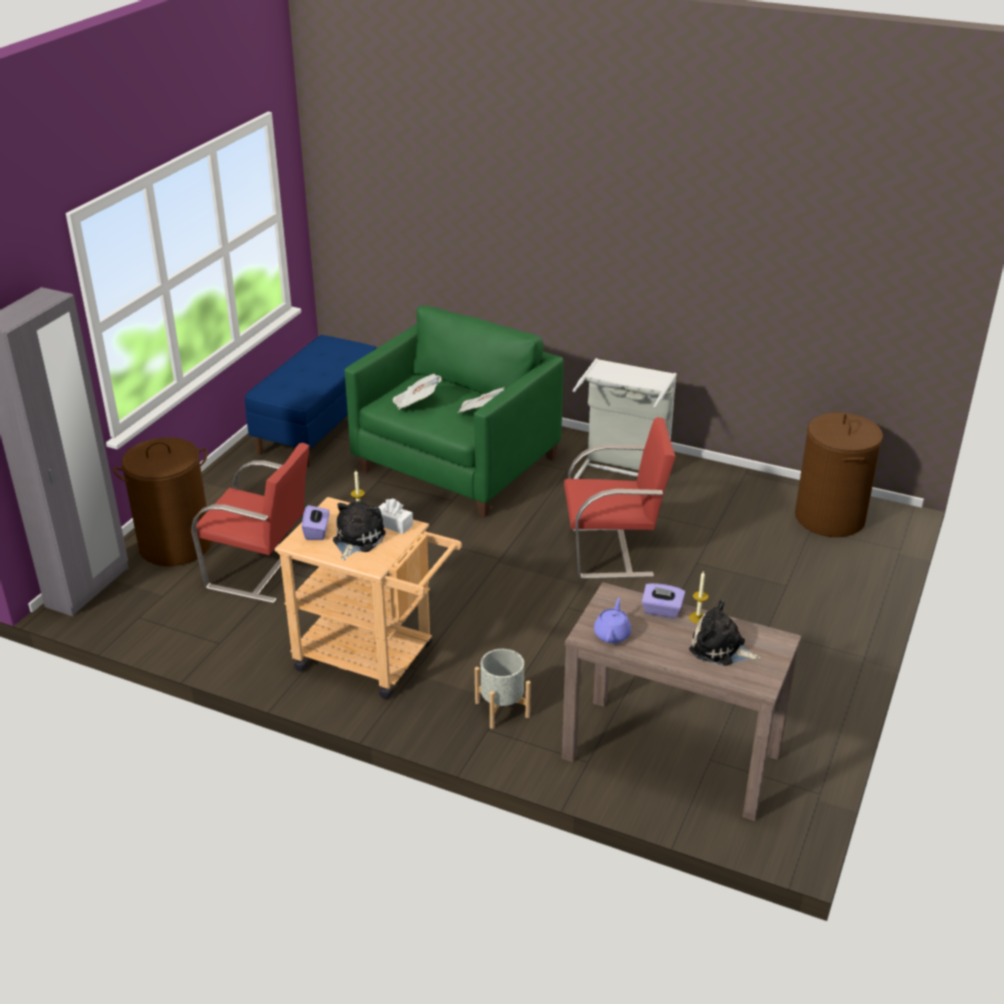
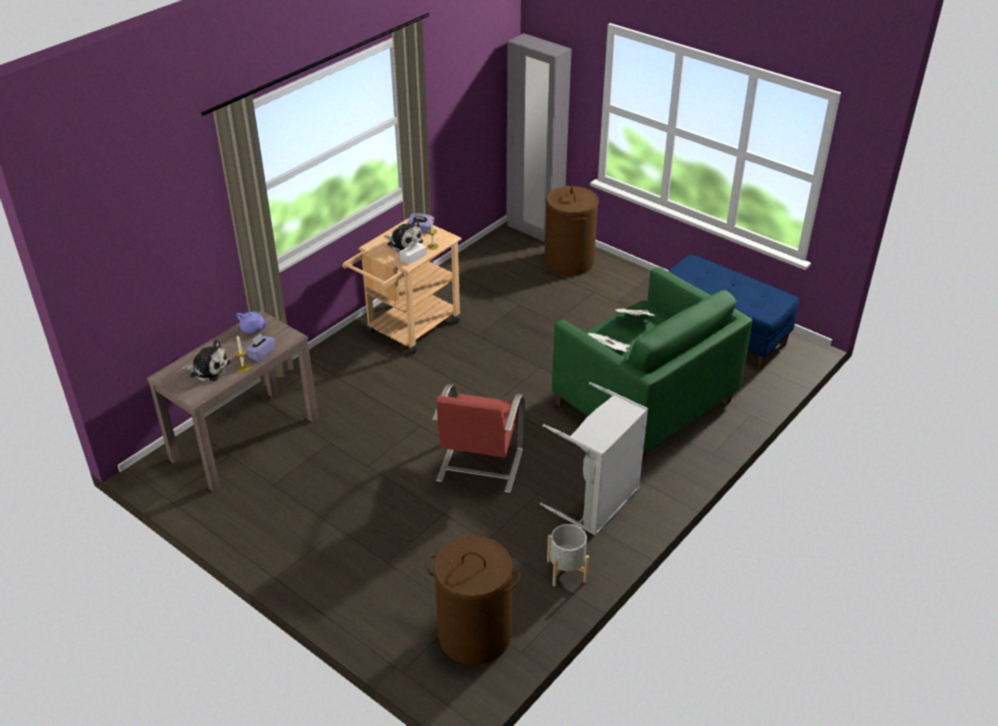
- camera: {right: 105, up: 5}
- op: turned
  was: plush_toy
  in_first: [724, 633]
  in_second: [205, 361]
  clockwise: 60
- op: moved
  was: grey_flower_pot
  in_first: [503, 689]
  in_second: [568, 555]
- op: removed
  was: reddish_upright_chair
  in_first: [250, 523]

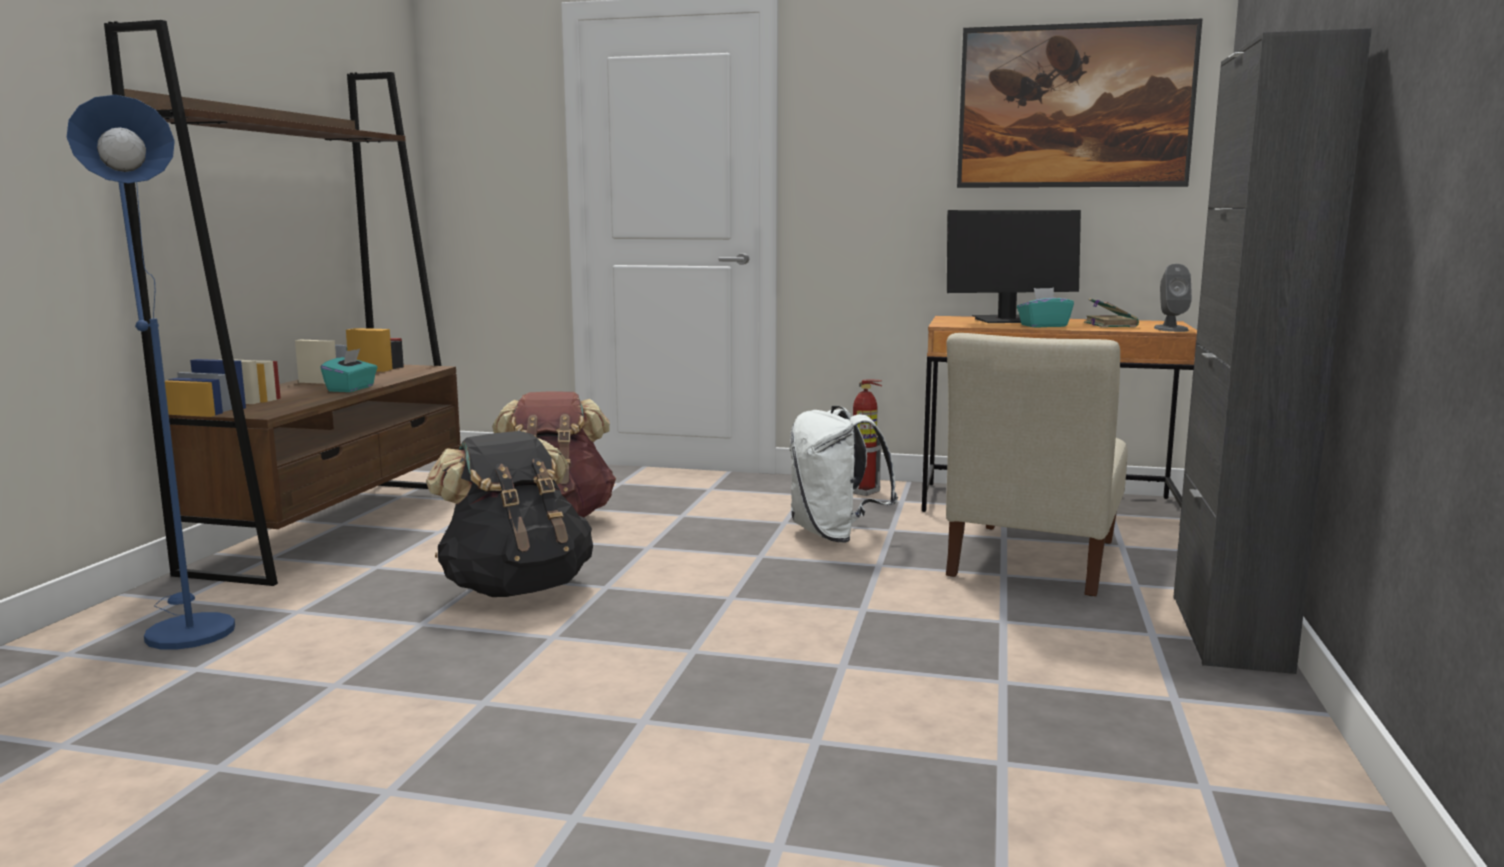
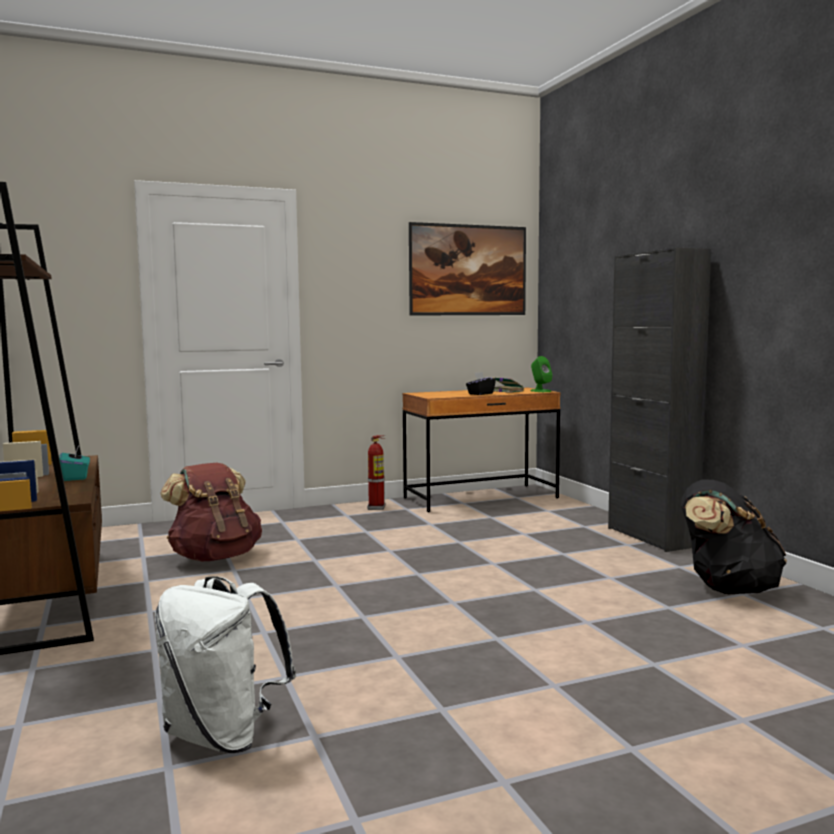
- camera: {right: -35, up: -5}
- op: moved
  was: white_rucksack
  in_first: [843, 474]
  in_second: [225, 664]
- op: recoloured
  was: blue-green_tissue_box
  now: black-coloured_tissue_box
  in_first: [1045, 308]
  in_second: [481, 383]
- op: recoloured
  was: grey_audio_speaker
  now: greenish_audio_speaker
  in_first: [1173, 298]
  in_second: [542, 374]
- op: moved
  was: black-coloured_rucksack
  in_first: [509, 514]
  in_second: [734, 537]
- op: removed
  was: blue-coloured_standing_lamp
  in_first: [151, 372]
- op: removed
  was: sand-coloured_upright_chair
  in_first: [1036, 464]
- op: removed
  was: computer_display
  in_first: [1014, 266]

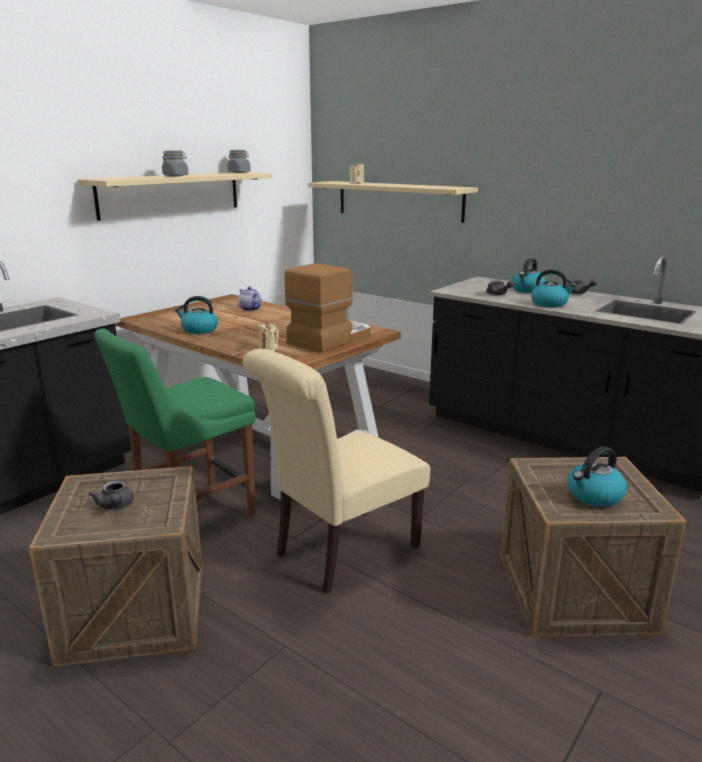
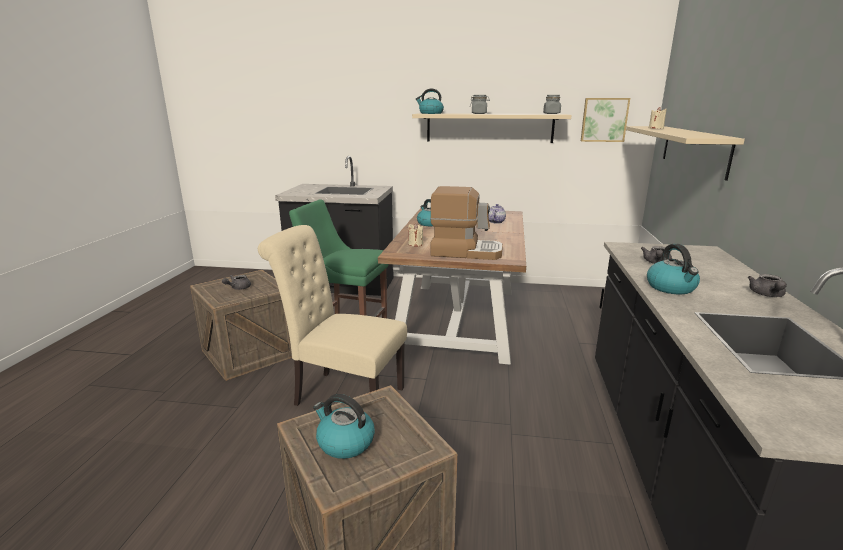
- camera: {right: 60, up: 0}
- op: moved
  was: kettle
  in_first: [529, 275]
  in_second: [430, 101]
- op: added
  now: wall_picture
  in_second: [605, 120]

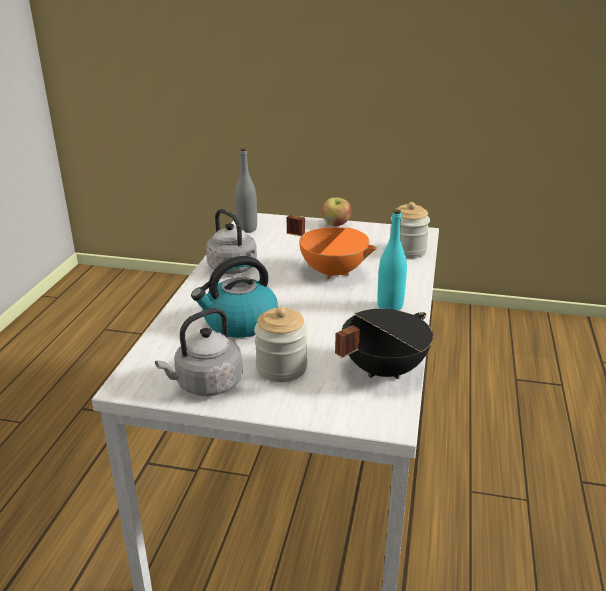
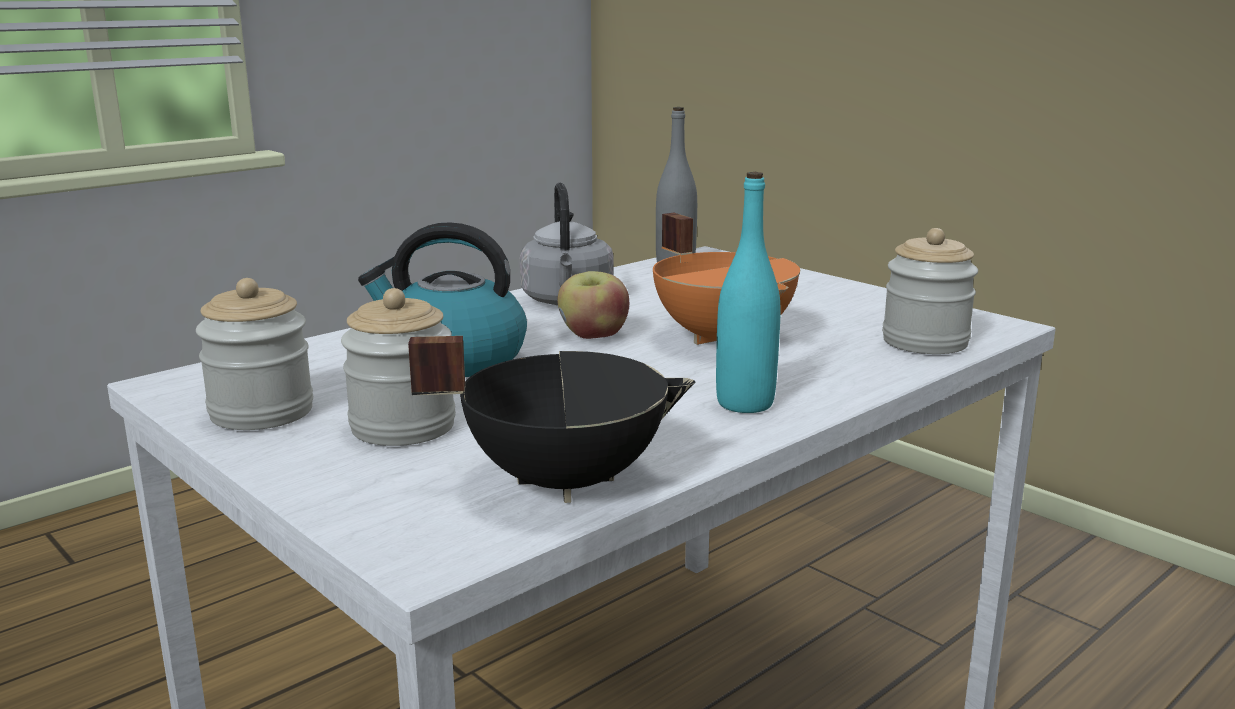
- camera: {right: 35, up: -10}
- op: replaced
  was: grey_kettle
  now: storage_jar
  in_first: [199, 352]
  in_second: [254, 354]
- op: moved
  was: whole_apple
  in_first: [336, 211]
  in_second: [593, 305]

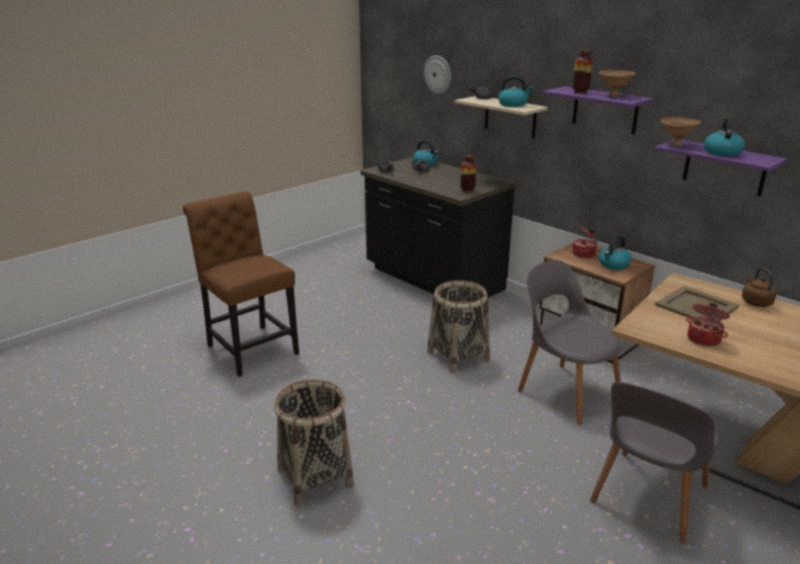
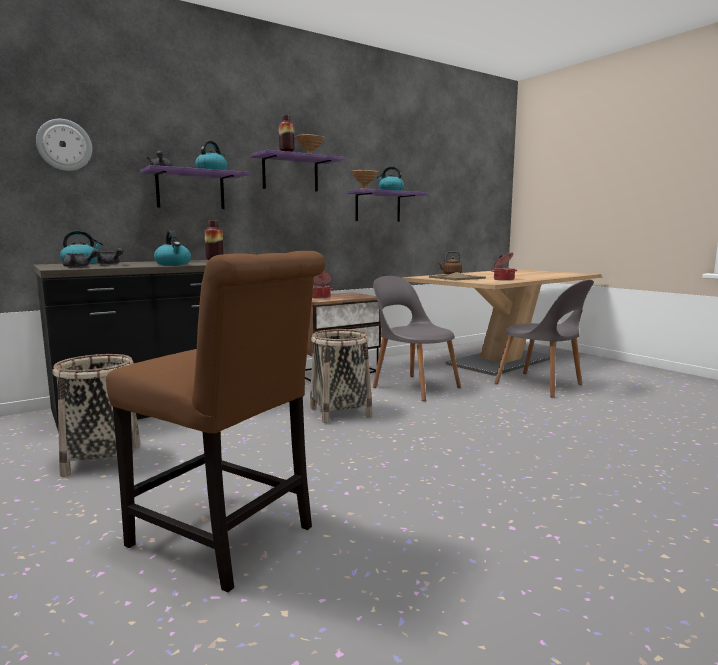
- camera: {right: -80, up: -15}
- op: moved
  was: basket
  in_first: [314, 442]
  in_second: [96, 415]
- op: turned
  was: brown_upright_chair
  in_first: [241, 284]
  in_second: [215, 422]
  clockwise: -120
- op: recoloured
  was: sand-coloured_wall_shelf
  now: purple_wall_shelf
  in_first: [501, 117]
  in_second: [194, 187]
- op: moved
  was: kettle
  in_first: [615, 253]
  in_second: [172, 247]
- op: turned
  was: grey_upright_chair
  in_first: [569, 342]
  in_second: [417, 338]
  clockwise: 75

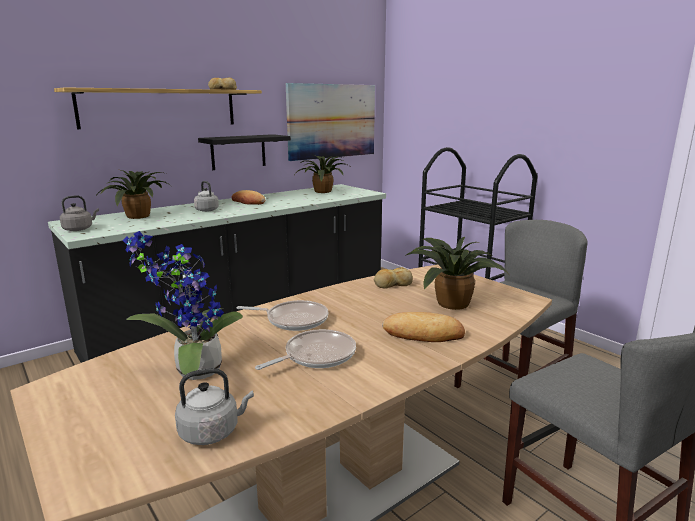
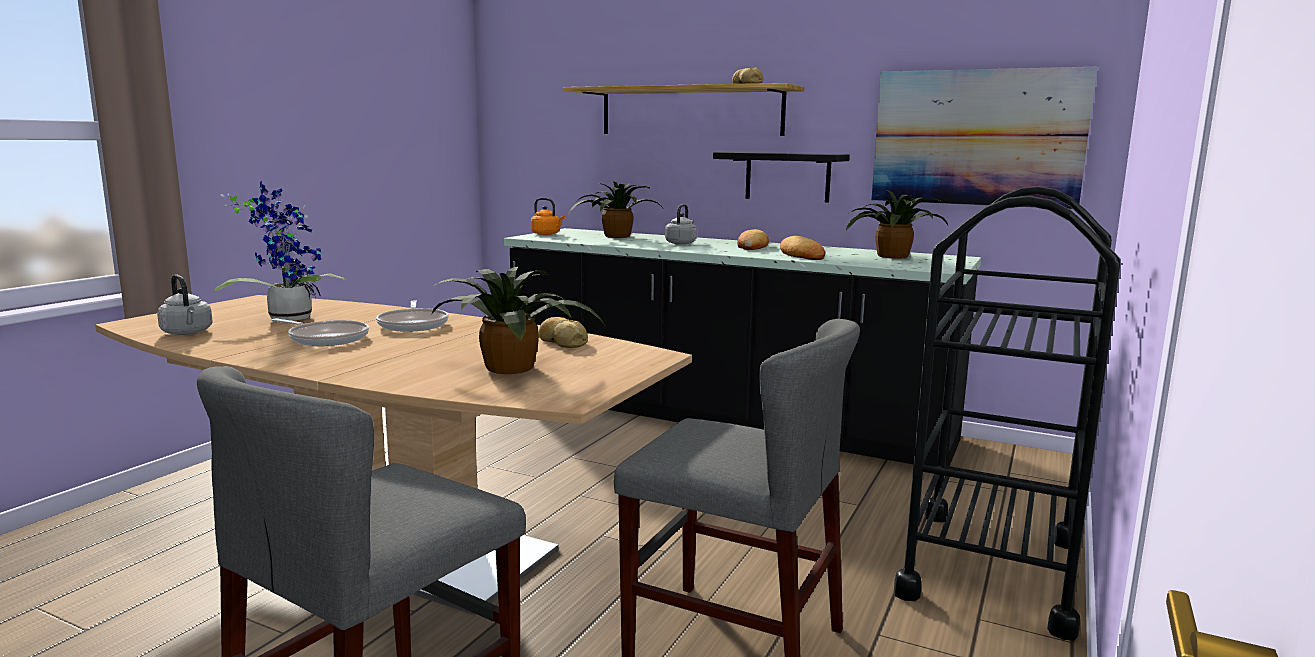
- camera: {right: 65, up: -5}
- op: recoloured
  was: grey_kettle
  now: orange_kettle
  in_first: [79, 213]
  in_second: [548, 216]
- op: moved
  was: bread
  in_first: [423, 327]
  in_second: [802, 248]

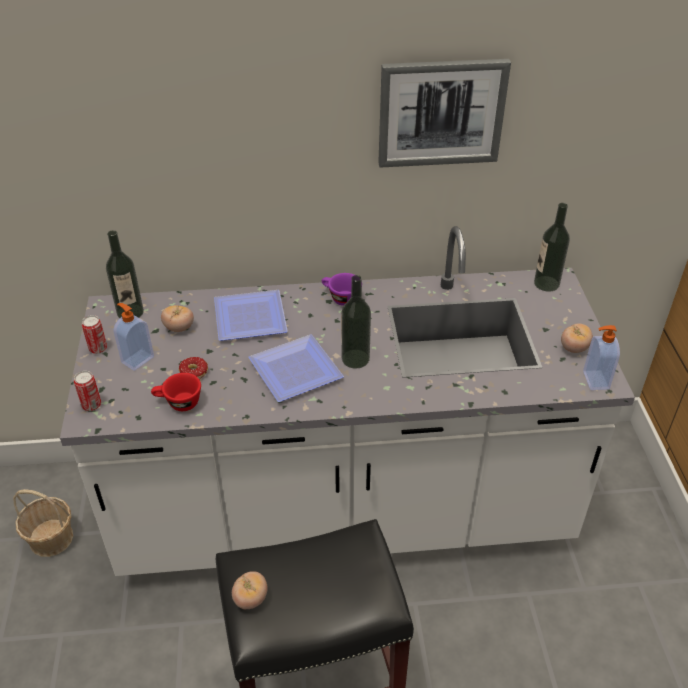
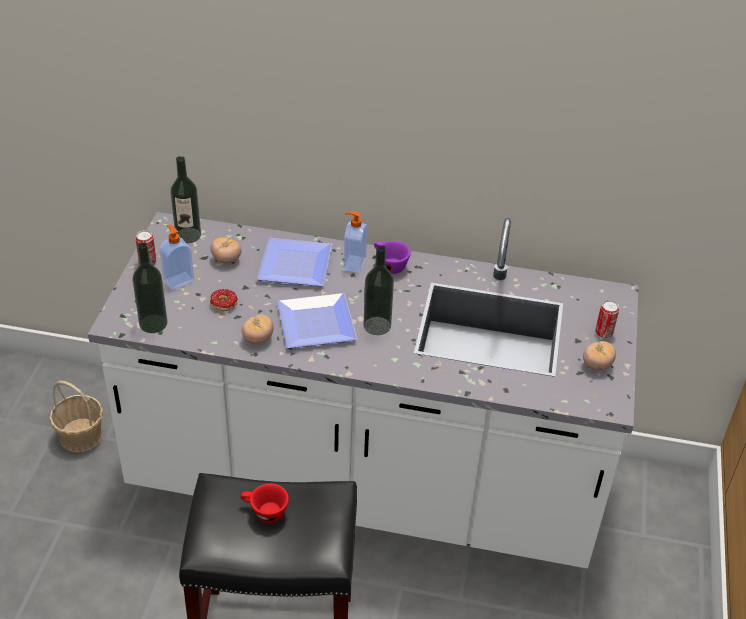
- camera: {right: 15, up: 0}
- op: moved
  was: bottle
  in_first: [552, 247]
  in_second: [149, 287]
- op: moved
  was: reddish_drinking_cup
  in_first: [176, 392]
  in_second: [264, 503]
- op: moved
  was: whole_tomato
  in_first: [250, 590]
  in_second: [258, 329]
- op: moved
  was: soap_bottle
  in_first: [601, 357]
  in_second: [355, 242]
- op: moved
  was: metal_can
  in_first: [87, 391]
  in_second: [607, 319]
- op: removed
  was: wall_picture
  in_first: [445, 113]

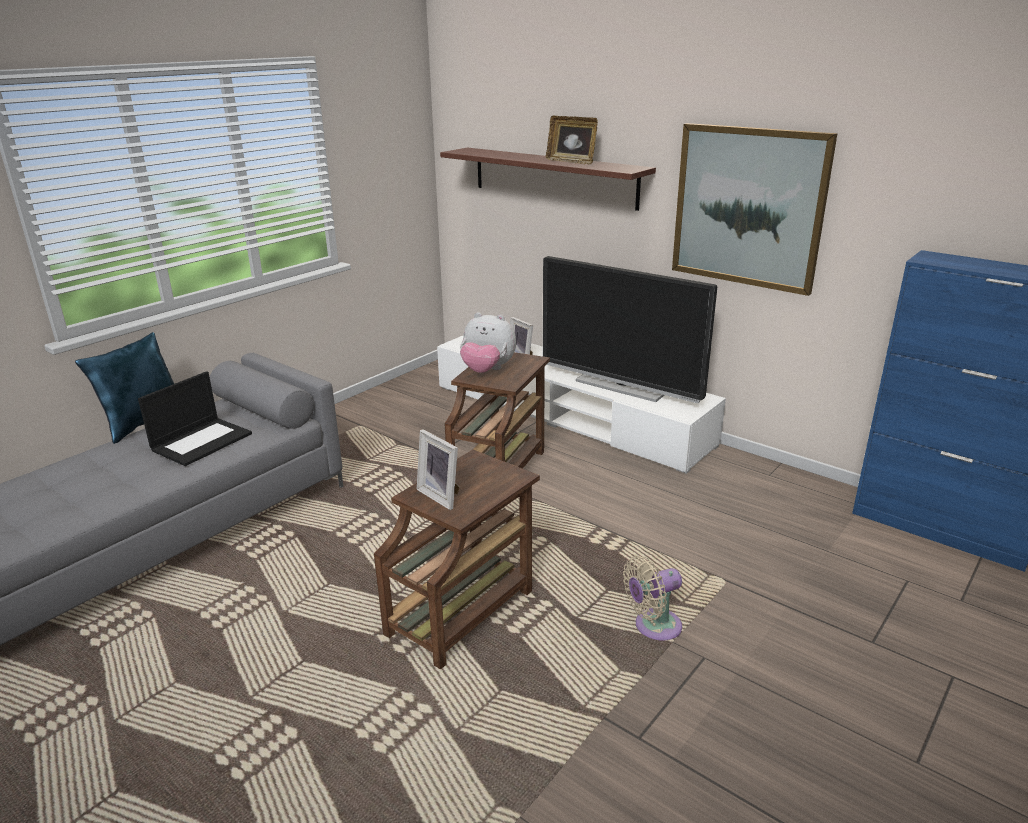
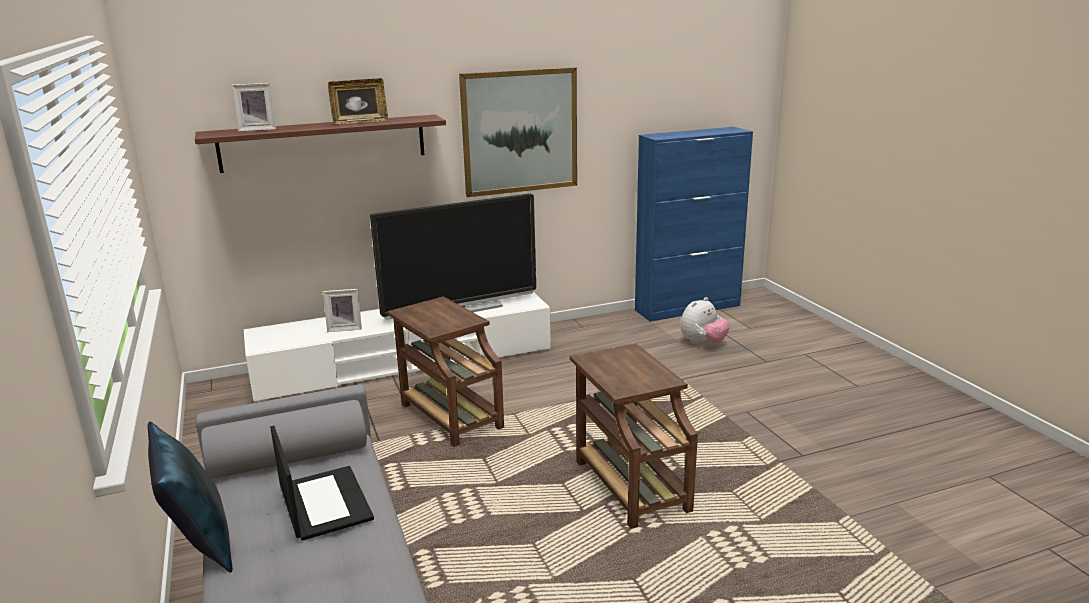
- camera: {right: -60, up: -5}
- op: moved
  was: photo_frame
  in_first: [438, 469]
  in_second: [254, 107]
- op: moved
  was: plush_toy
  in_first: [488, 342]
  in_second: [705, 320]
- op: removed
  was: sand-coloured_electric_fan
  in_first: [652, 598]

